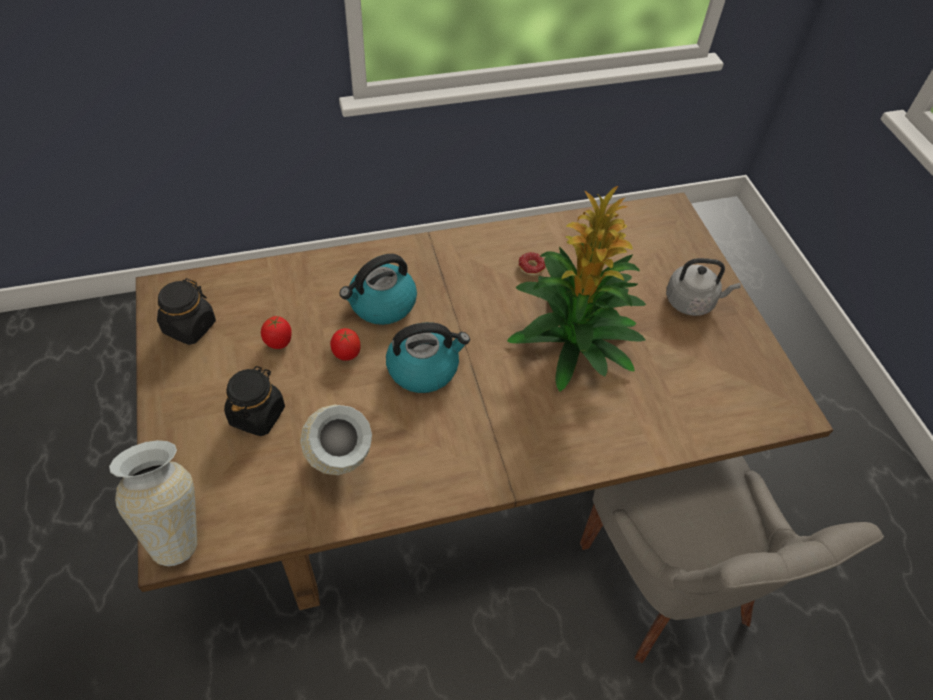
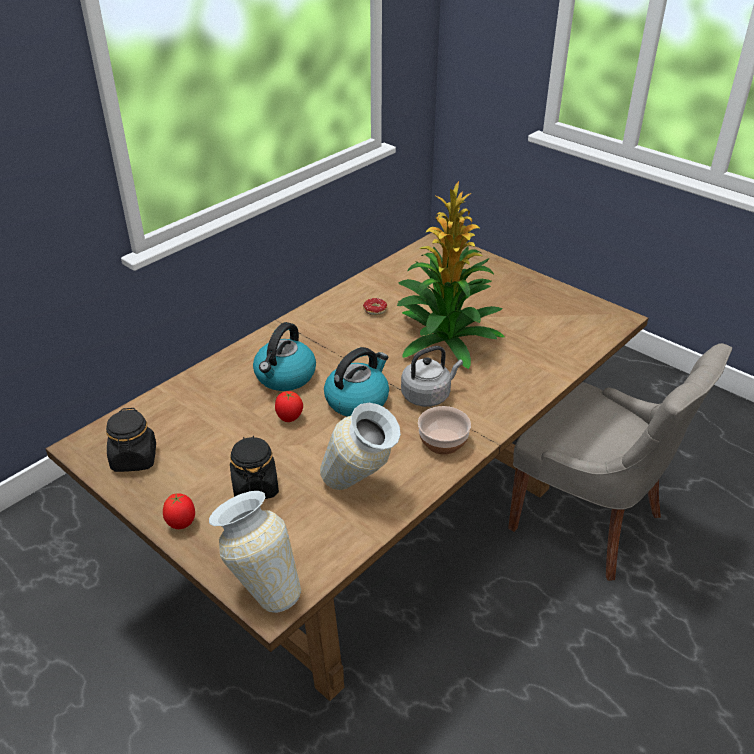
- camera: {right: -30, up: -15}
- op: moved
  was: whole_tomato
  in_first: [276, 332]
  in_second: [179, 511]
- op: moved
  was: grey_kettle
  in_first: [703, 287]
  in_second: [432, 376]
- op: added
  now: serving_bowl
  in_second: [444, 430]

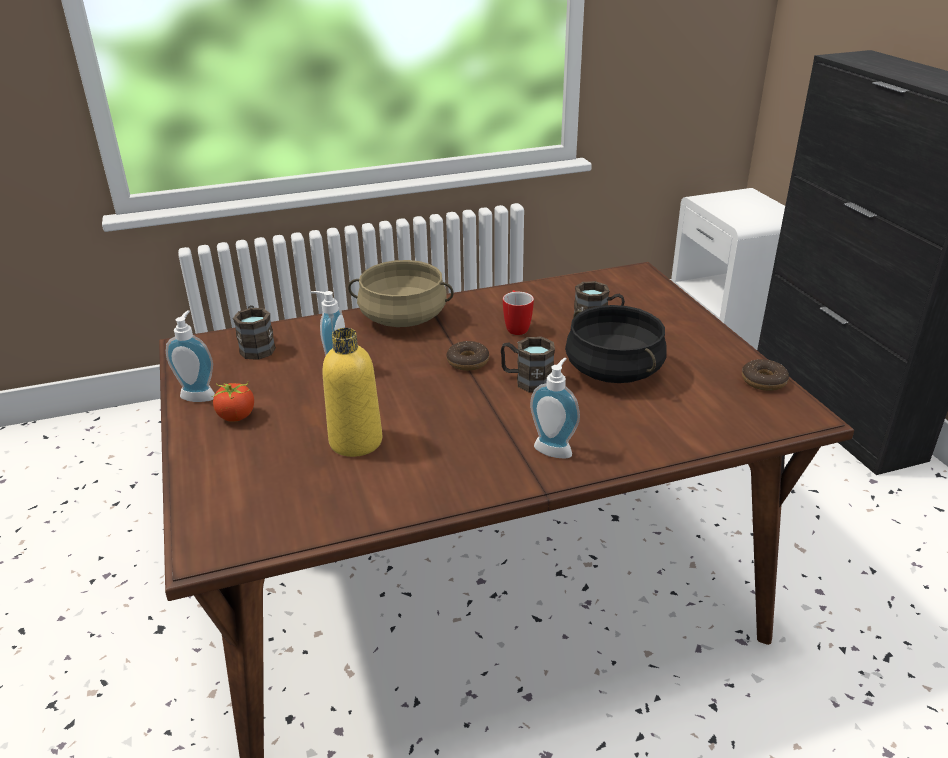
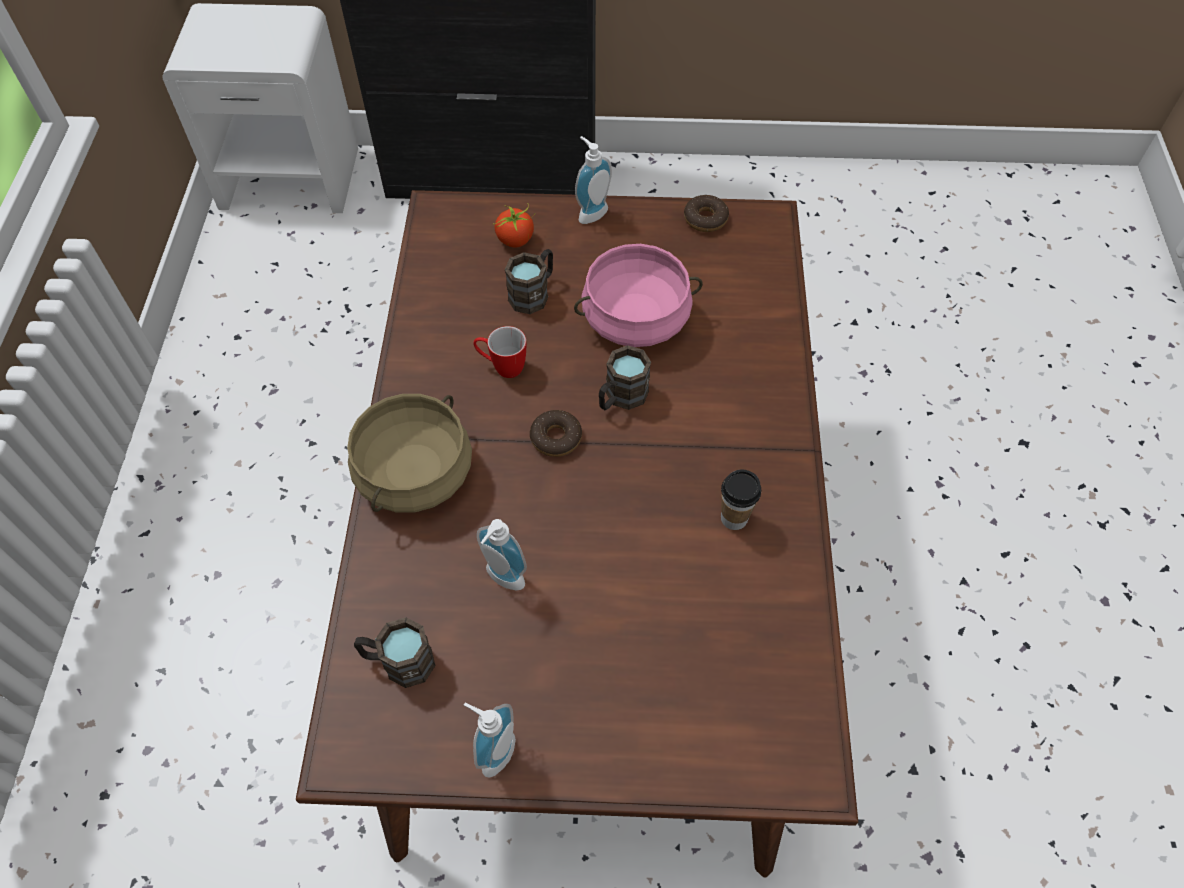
- camera: {right: -70, up: 25}
- op: moved
  was: whole_tomato
  in_first: [233, 401]
  in_second: [515, 225]
- op: recoloured
  was: black-coloured_stockpot
  now: pinkish_stockpot
  in_first: [616, 344]
  in_second: [638, 295]
- op: moved
  was: soap_bottle
  in_first: [555, 408]
  in_second: [593, 180]
- op: added
  now: drinking_cup
  in_second: [741, 500]
- op: removed
  was: yellowish_bottle
  in_first: [352, 392]

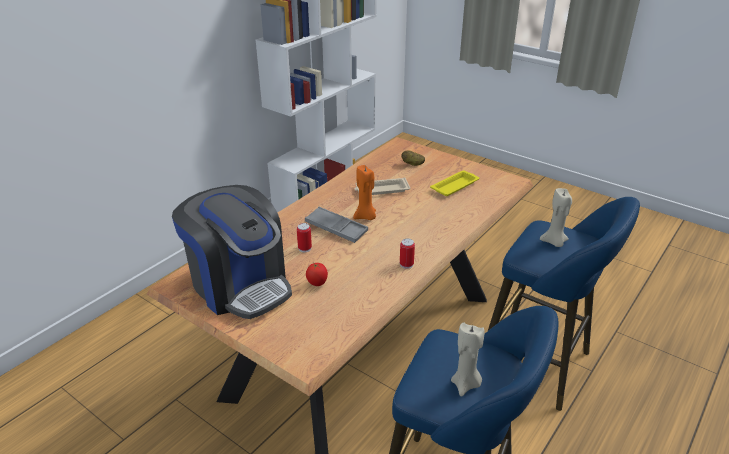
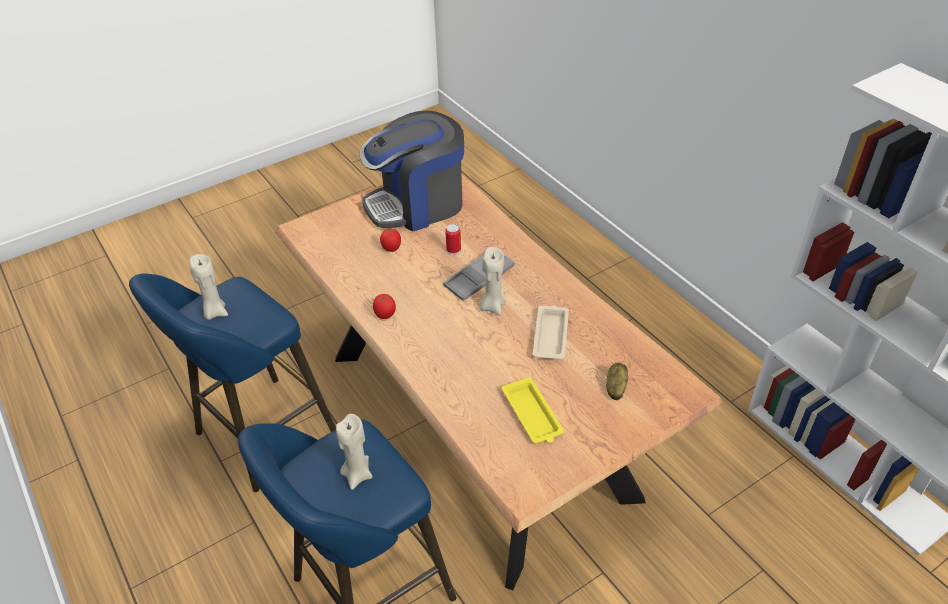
- camera: {right: 110, up: 10}
- op: replaced
  was: metal_can
  now: whole_tomato
  in_first: [407, 253]
  in_second: [384, 306]
- op: recoloured
  was: orange_wax_light
  now: sand-coloured_wax_light
  in_first: [364, 192]
  in_second: [493, 281]

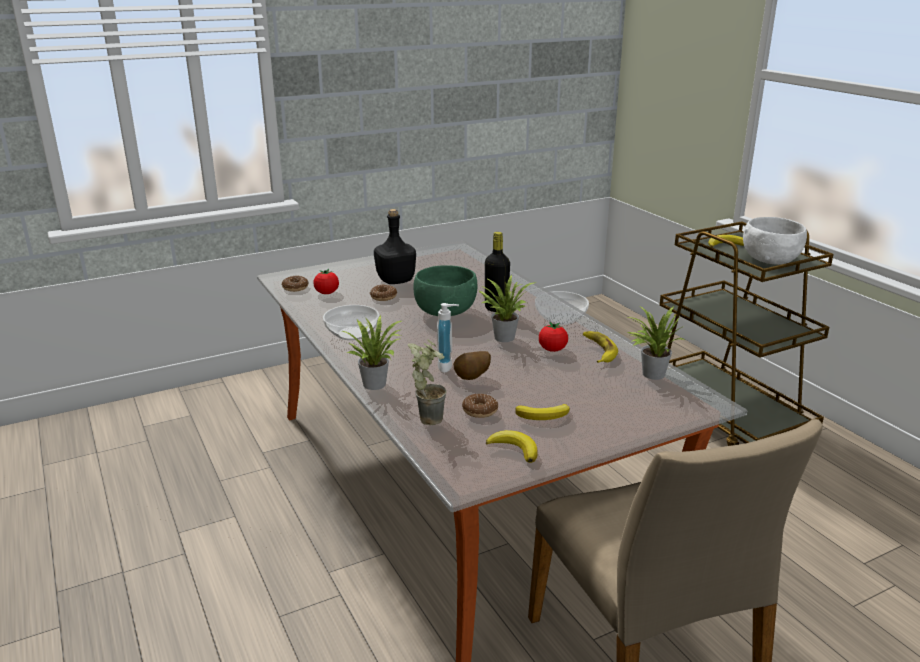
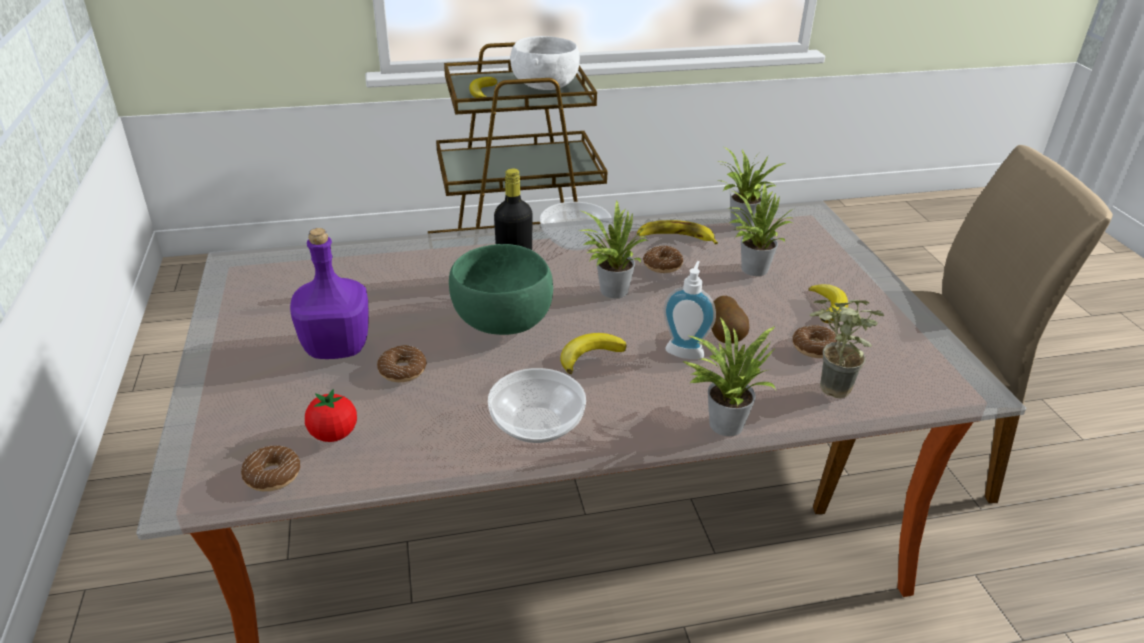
- camera: {right: -75, up: 10}
- op: recoloured
  was: black-coloured_bottle
  now: purple_bottle
  in_first: [395, 246]
  in_second: [329, 293]
- op: moved
  was: whole_banana
  in_first: [512, 446]
  in_second: [593, 353]
- op: replaced
  was: whole_tomato
  now: doughnut
  in_first: [553, 336]
  in_second: [663, 259]
- op: added
  now: plant_in_a_pot
  in_second: [763, 229]

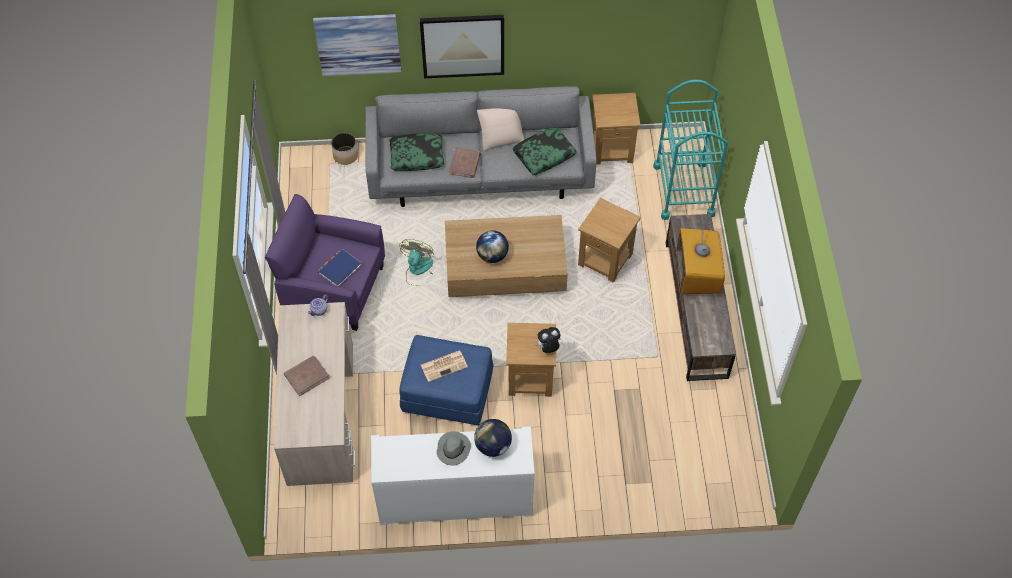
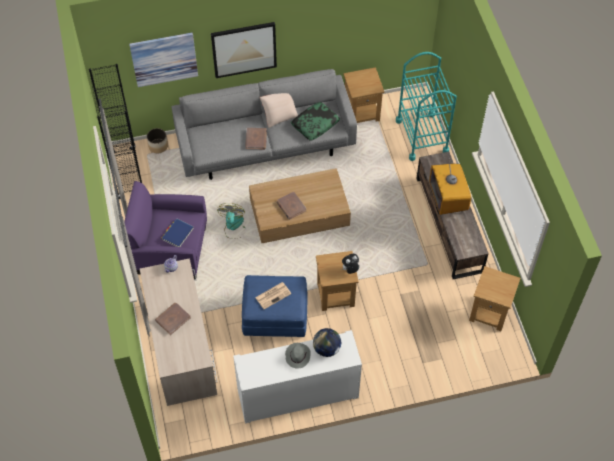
- camera: {right: -10, up: 0}
- op: added
  now: black-coloured_bookcase
  in_second: [115, 131]
- op: replaced
  was: world_globe
  now: brown_volume
  in_first: [492, 246]
  in_second: [291, 205]
- op: moved
  was: brown_accent_table
  in_first: [609, 240]
  in_second: [494, 298]
- op: removed
  was: throw_pillow
  in_first: [416, 152]

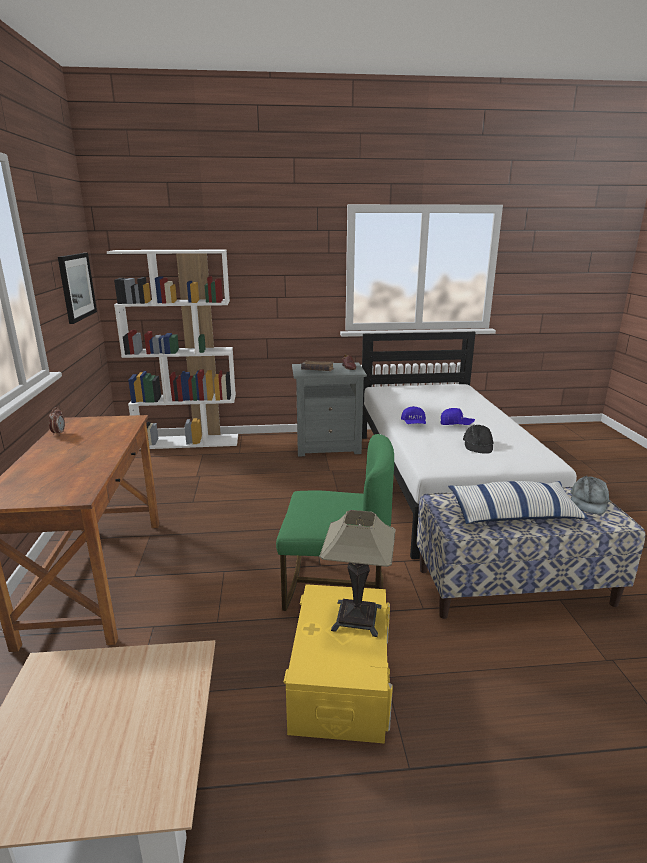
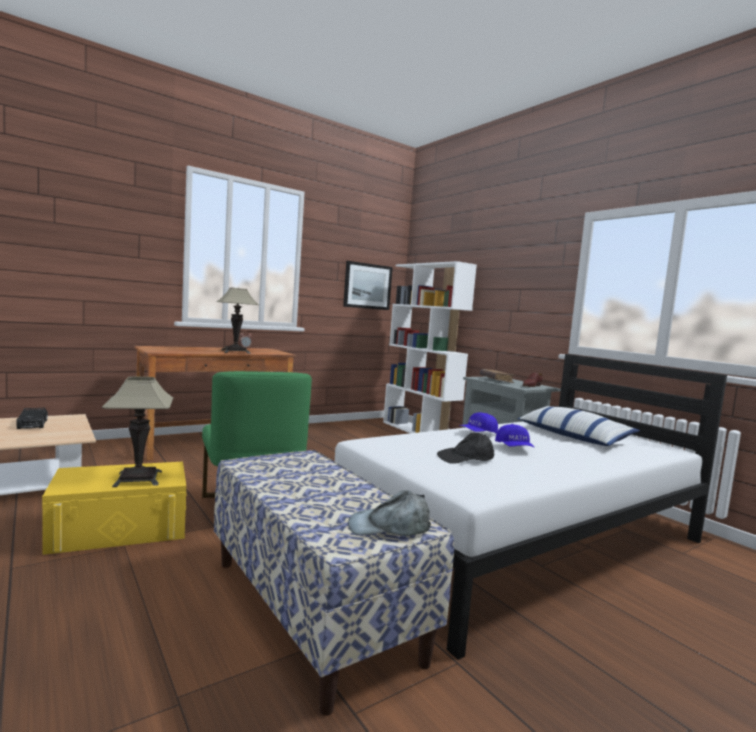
- camera: {right: 60, up: -15}
- op: added
  now: black-coloured_model_car
  in_second: [32, 418]
- op: added
  now: lamp_for_a_table
  in_second: [238, 321]
- op: moved
  was: throw_pillow
  in_first: [518, 502]
  in_second: [579, 426]

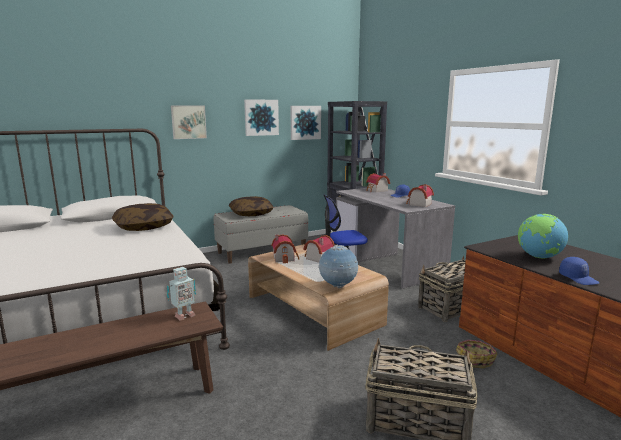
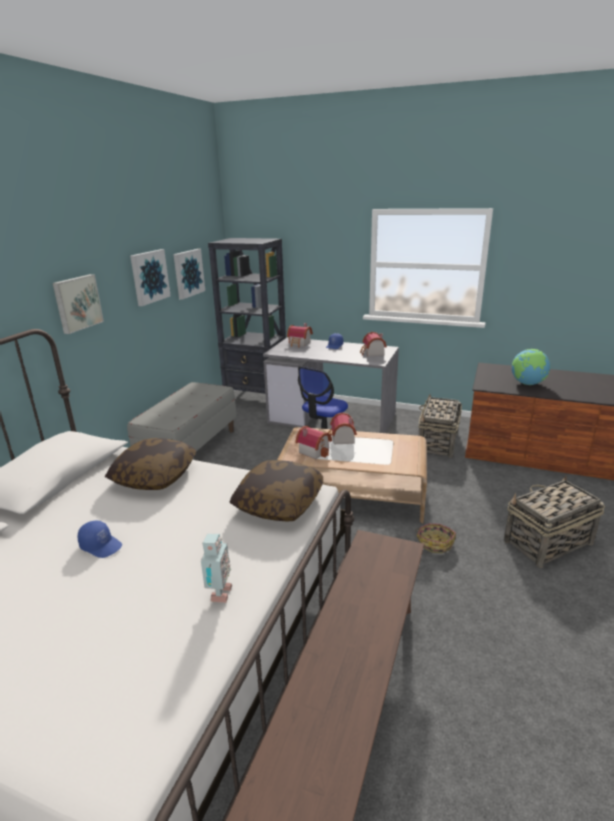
- camera: {right: -40, up: 10}
- op: moved
  was: blue-coloured_baseball_cap
  in_first: [579, 271]
  in_second: [100, 539]
- op: moved
  was: model_robot
  in_first: [181, 293]
  in_second: [216, 568]
- op: moved
  was: throw_pillow
  in_first: [251, 206]
  in_second: [276, 491]
- op: moved
  was: basket
  in_first: [477, 354]
  in_second: [435, 538]
- op: removed
  was: world_globe
  in_first: [338, 266]

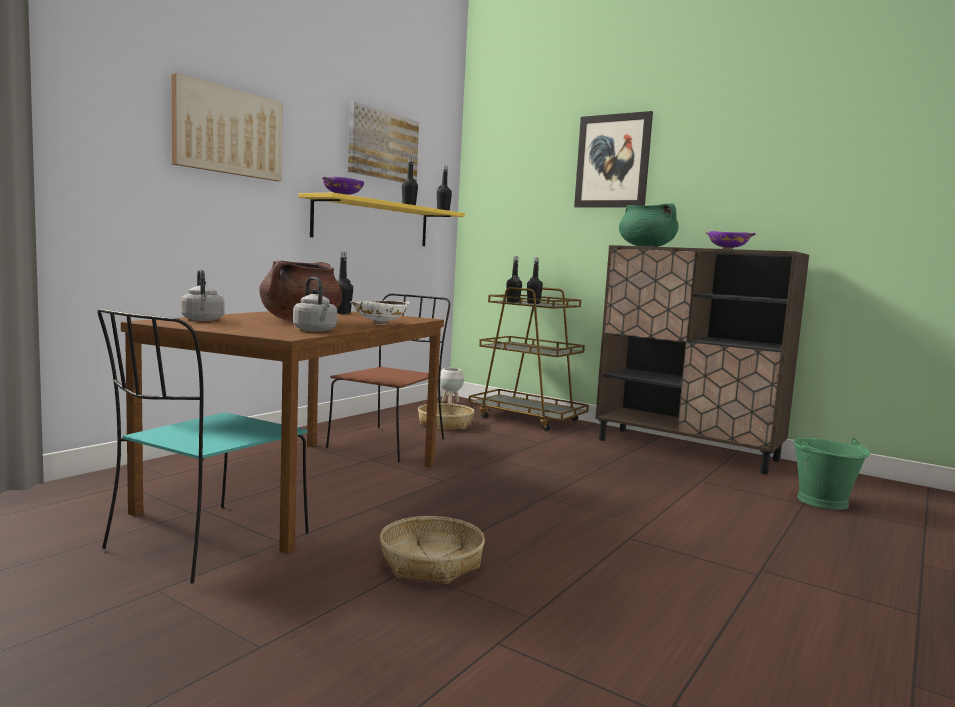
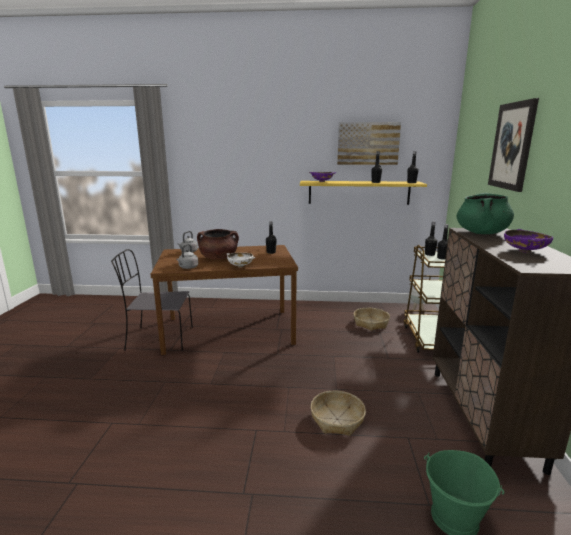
- camera: {right: 60, up: 10}
- op: recoloured
  was: blue-green_upright_chair
  now: grey_upright_chair
  in_first: [203, 446]
  in_second: [152, 300]
- op: moved
  was: basket
  in_first: [432, 550]
  in_second: [338, 413]
- op: removed
  was: wall_picture
  in_first: [227, 127]
- op: removed
  was: brown_upright_chair
  in_first: [388, 378]

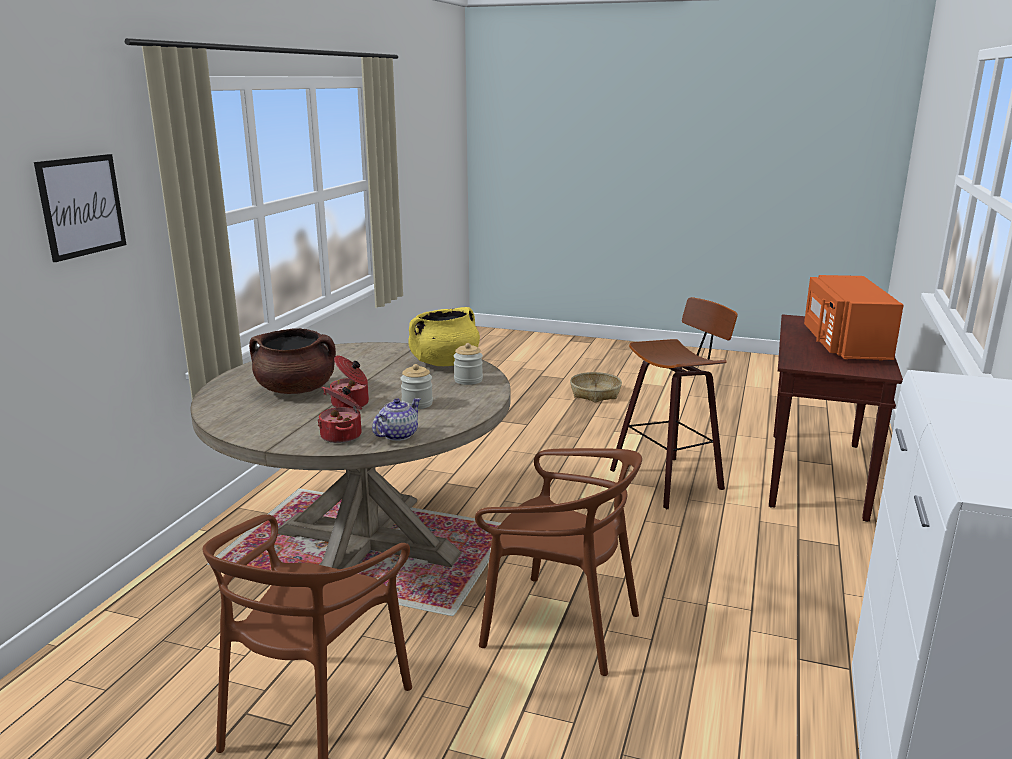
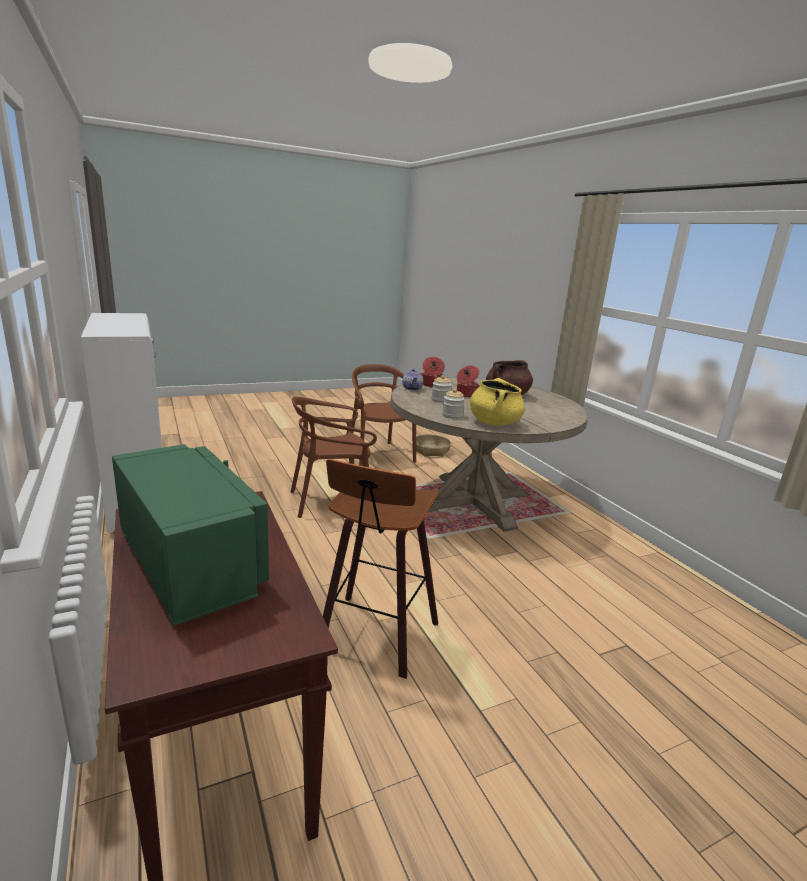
- camera: {right: 135, up: 0}
- op: recoloured
  was: orange_microwave
  now: greenish_microwave
  in_first: [854, 318]
  in_second: [190, 535]
- op: moved
  was: basket
  in_first: [596, 387]
  in_second: [433, 445]
- op: removed
  was: wall_picture
  in_first: [80, 208]

